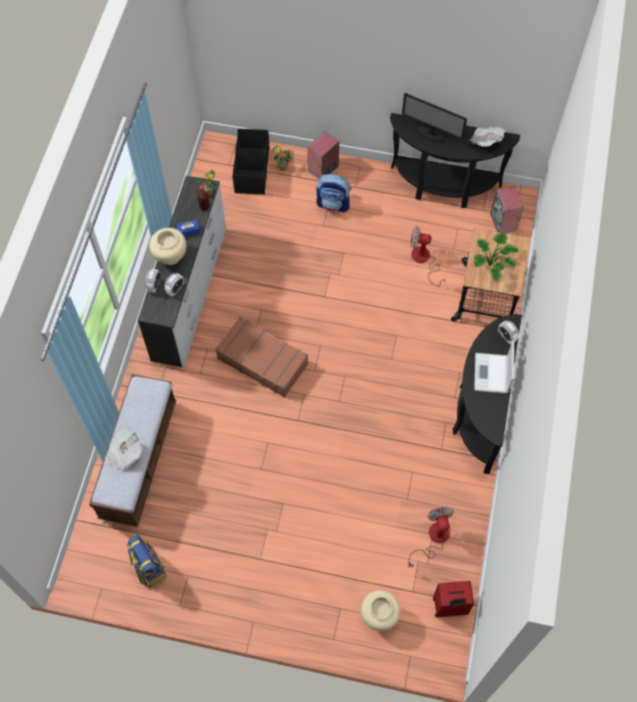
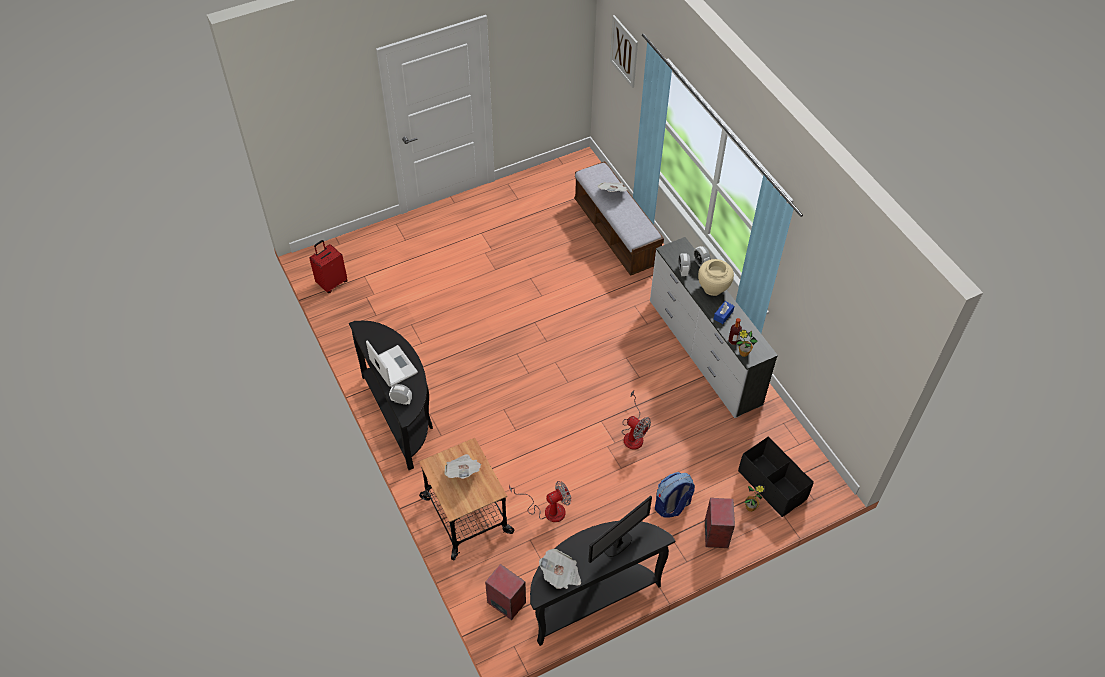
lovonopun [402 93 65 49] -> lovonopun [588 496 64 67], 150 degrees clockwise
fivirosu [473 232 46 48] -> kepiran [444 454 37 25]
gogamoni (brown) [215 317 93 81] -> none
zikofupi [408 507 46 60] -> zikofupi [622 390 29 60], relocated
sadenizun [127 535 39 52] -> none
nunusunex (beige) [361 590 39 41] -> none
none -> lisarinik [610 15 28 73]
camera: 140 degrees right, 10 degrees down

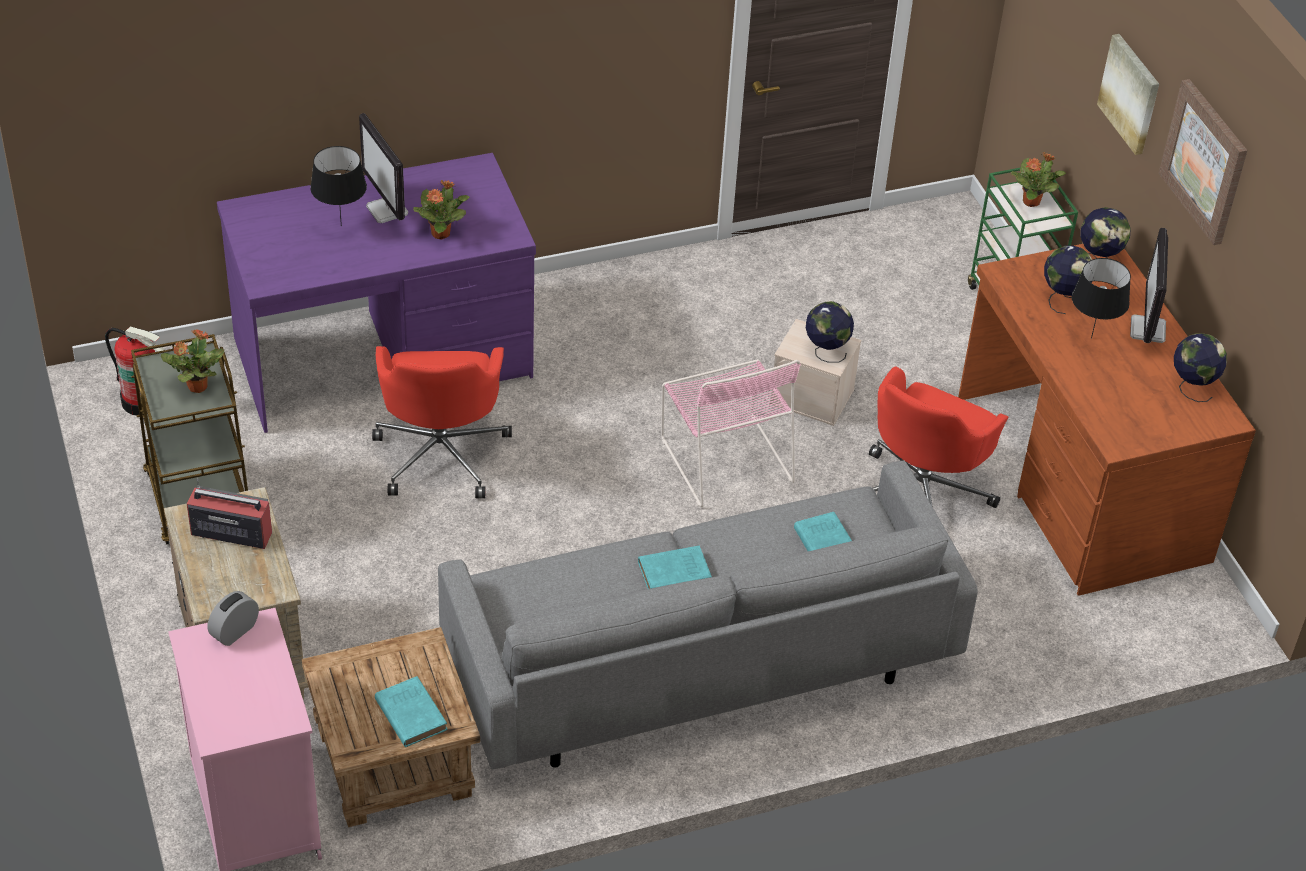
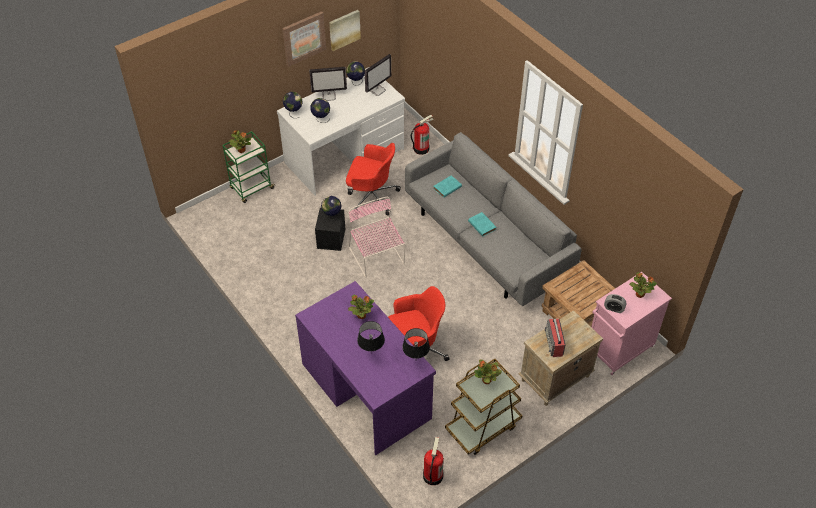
lisarinik [1097 34 62 121] -> lisarinik [329 10 32 41], relocated
lovonopun [359 113 49 110] -> lovonopun [365 54 26 42], relocated
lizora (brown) [958 244 298 352] -> lizora (white) [277 67 128 129]
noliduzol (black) [1072 258 59 81] -> noliduzol (black) [402 328 28 31], relocated
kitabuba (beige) [770 319 91 107] -> kitabuba (black) [315 208 31 43]
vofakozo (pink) [661 359 140 148] -> vofakozo (pink) [349 197 56 81], 75 degrees counterclockwise
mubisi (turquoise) [375 676 73 71] -> none
none -> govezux [411 115 22 40]
none -> fivirosu [629 272 28 26]
camera: 105 degrees left, 5 degrees up

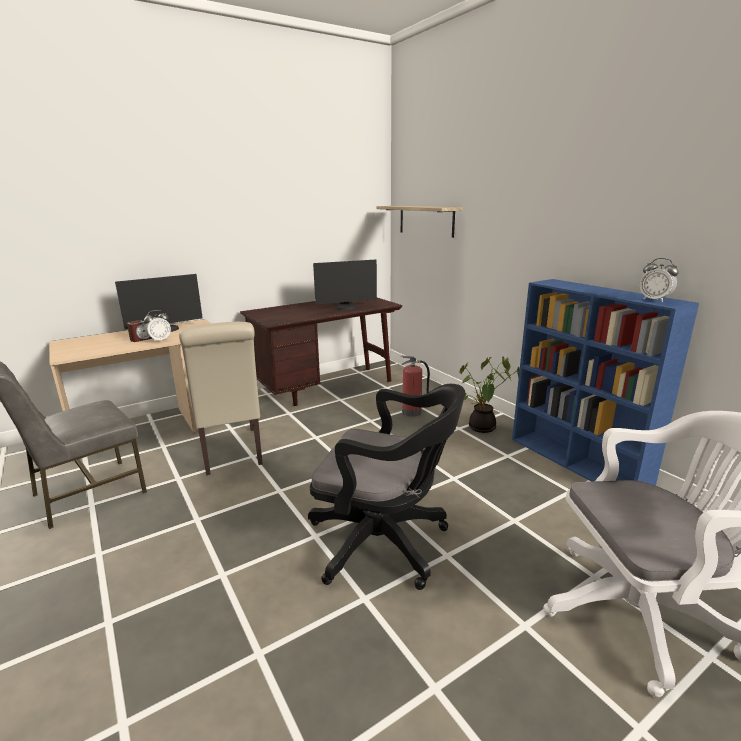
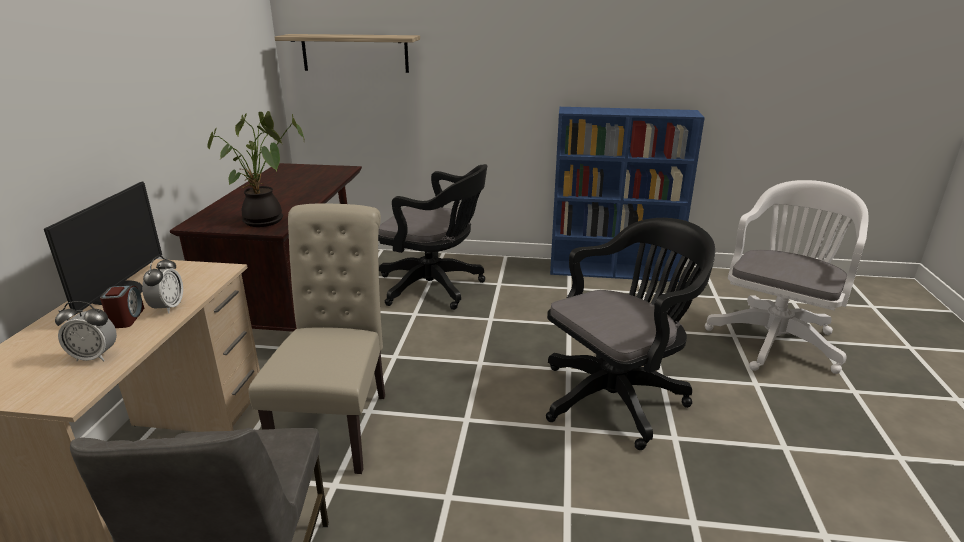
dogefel [640 258 39 44] -> dogefel [55 301 62 61], relocated
lovonopun [313 260 64 50] -> none
vofakozo (beige) [179 322 84 153] -> vofakozo (beige) [248 203 137 271], 105 degrees counterclockwise
govezux [401 356 29 61] -> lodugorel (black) [378 164 109 146]
fivirosu [459 356 61 77] -> fivirosu [207 111 97 116], relocated
camera: 50 degrees left, 5 degrees up

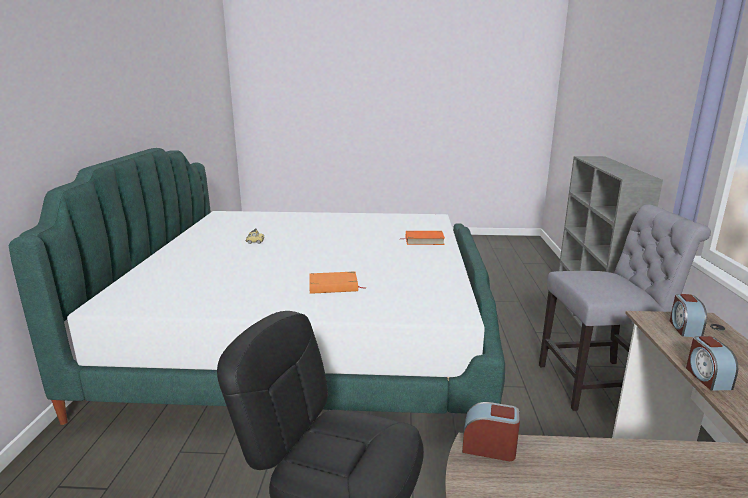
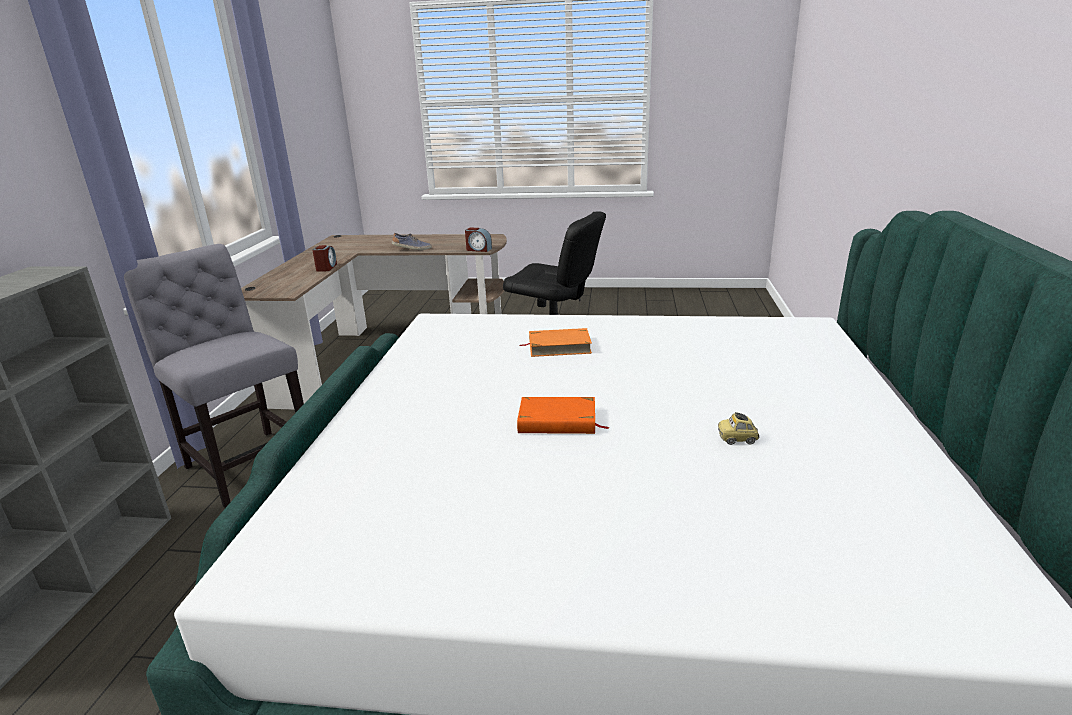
vofakozo (grey) [539 204 172 207] -> vofakozo (grey) [124 244 180 264], 45 degrees clockwise
mubisi (orange) [404 231 41 14] -> mubisi (orange) [517 397 92 37], relocated
dogefel [670 294 37 43] -> none
none -> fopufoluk [392 233 40 17]
camera: 175 degrees left, 5 degrees up

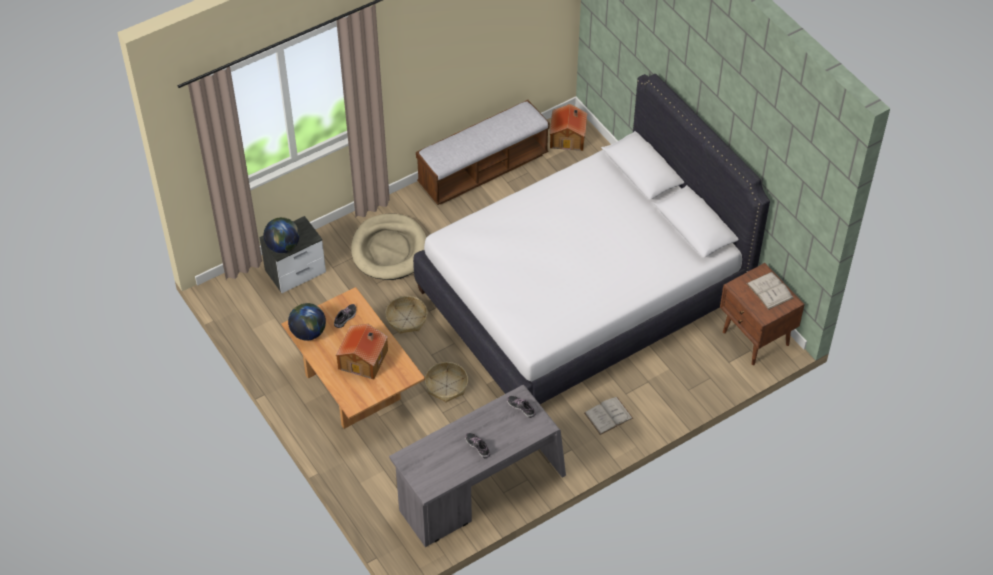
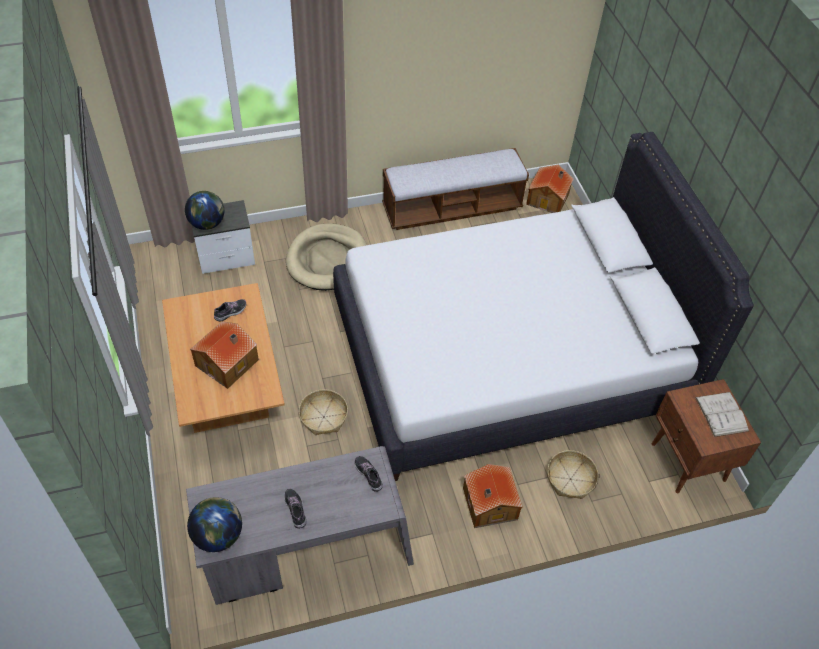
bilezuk [385 296 42 38] -> bilezuk [547 450 52 49], relocated
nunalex [288 303 38 37] -> nunalex [187 497 55 55], relocated
mubisi (white) [584 397 49 38] -> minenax [463 464 60 64]
camera: 15 degrees right, 0 degrees up

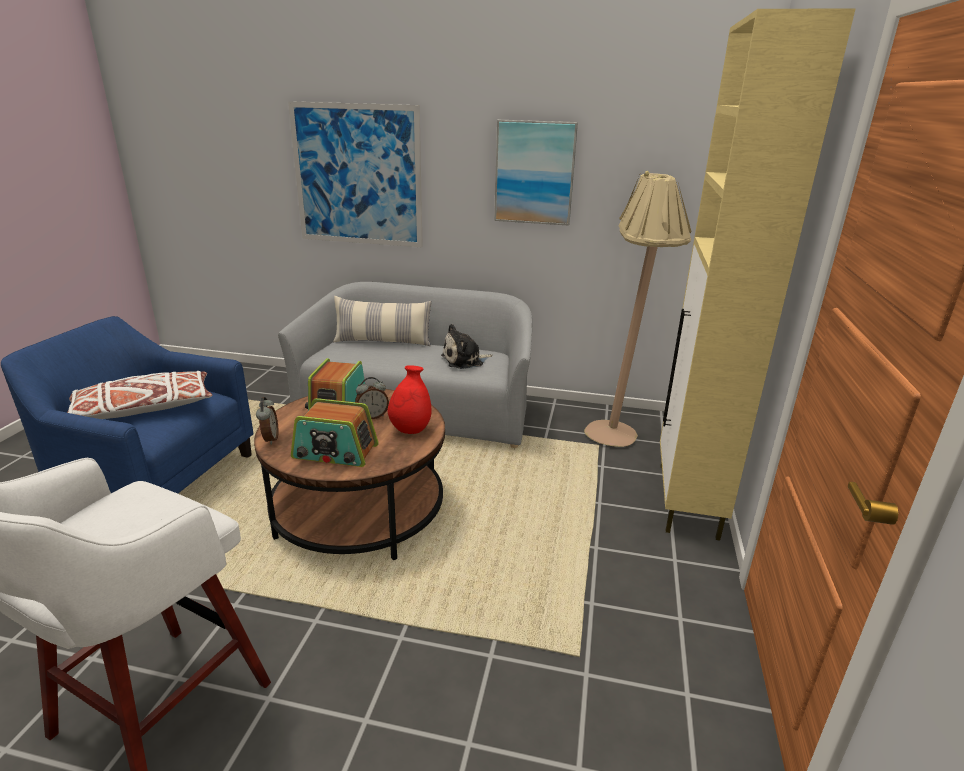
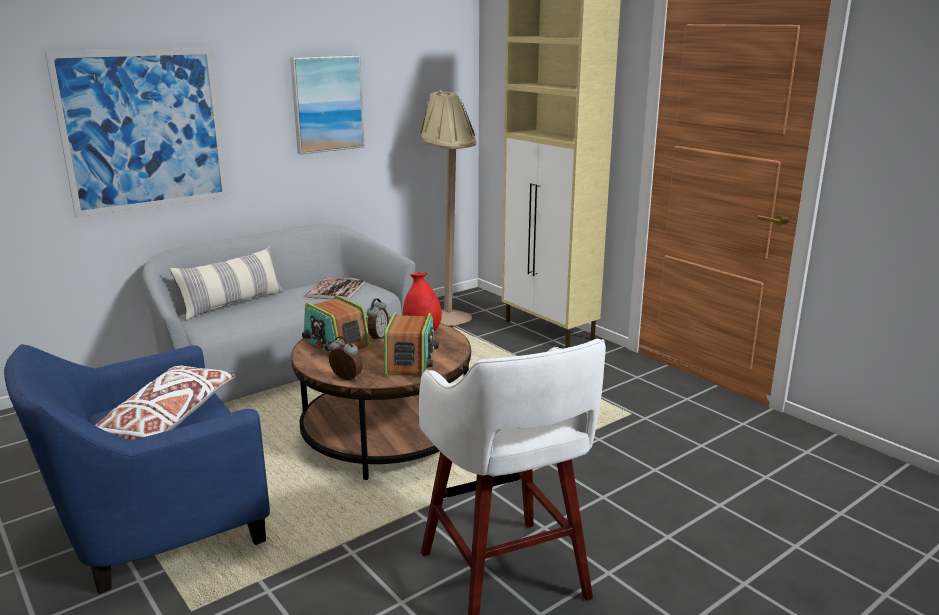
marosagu [441 324 52 45] -> mubisi [305 278 60 22]
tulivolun [291 398 87 69] -> tulivolun [384 312 55 64], 45 degrees counterclockwise
camera: 50 degrees left, 5 degrees down

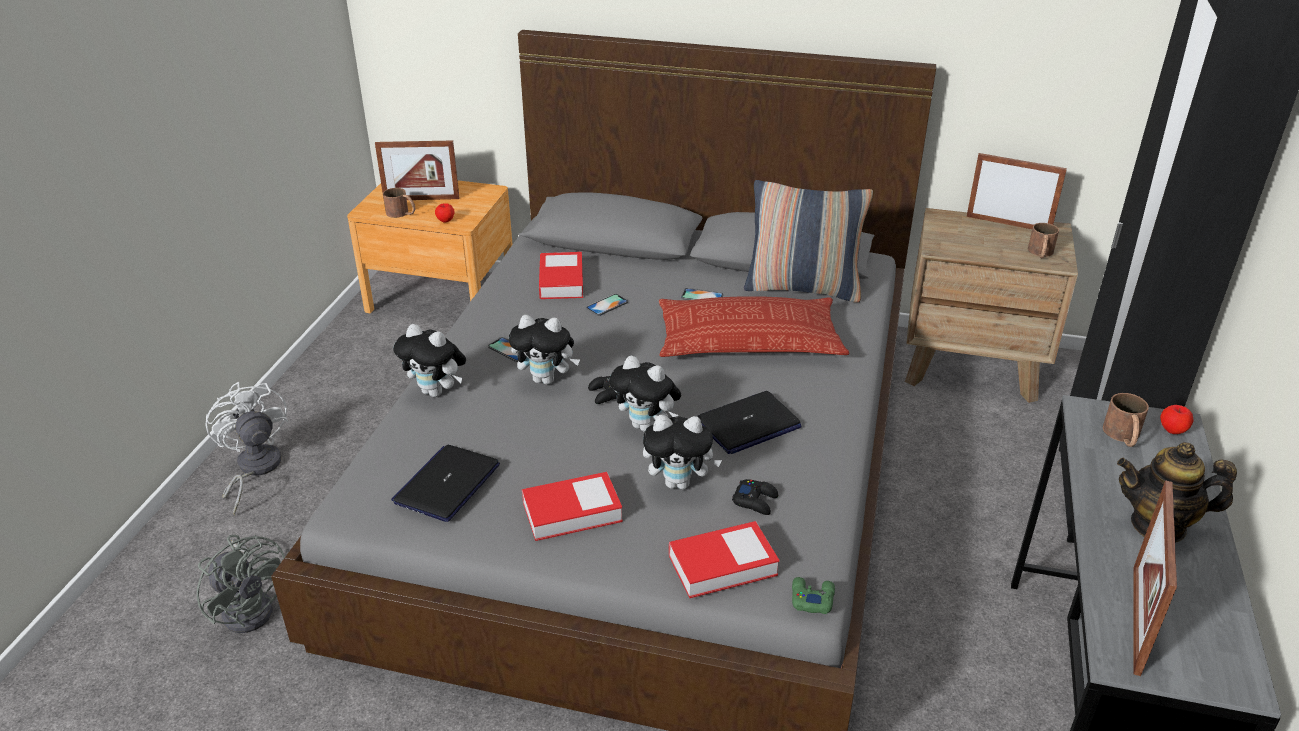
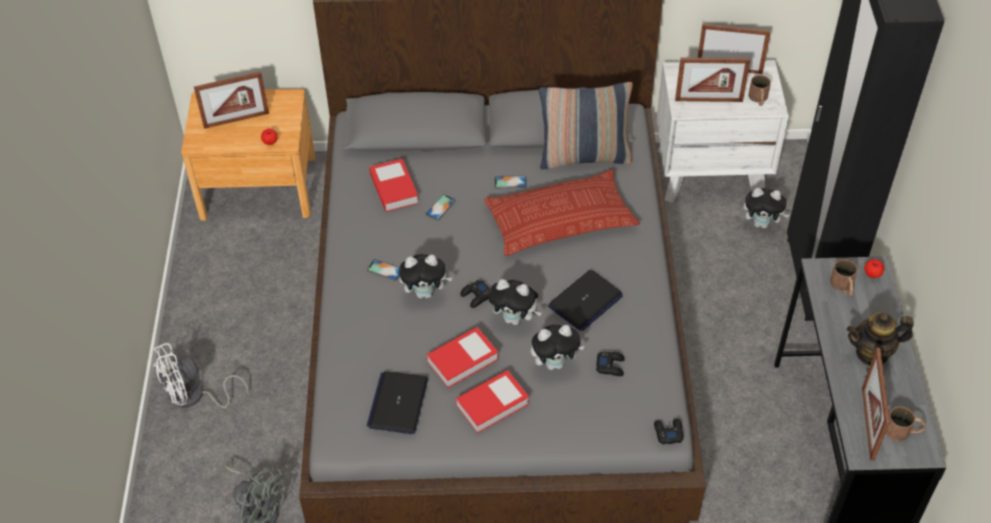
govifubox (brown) [383 188 32 30] -> govifubox (brown) [886 407 40 34], relocated
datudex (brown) [905 208 173 195] -> datudex (white) [656 60 133 143]
marosagu [394 324 72 73] -> marosagu [743 188 46 41], relocated
zikofupi (white) [205 382 83 133] -> zikofupi (white) [153 343 96 65], 75 degrees counterclockwise
mubisi [669 521 111 77] -> mubisi [426 327 72 61], relocated
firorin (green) [792 577 43 37] -> firorin (black) [654 419 29 26]
none -> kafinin [675 58 75 44]
camera: 15 degrees left, 15 degrees up

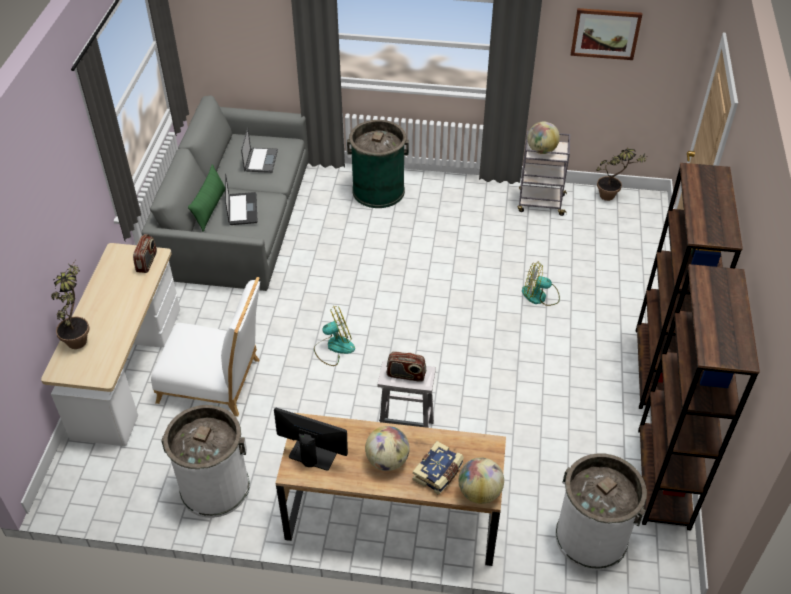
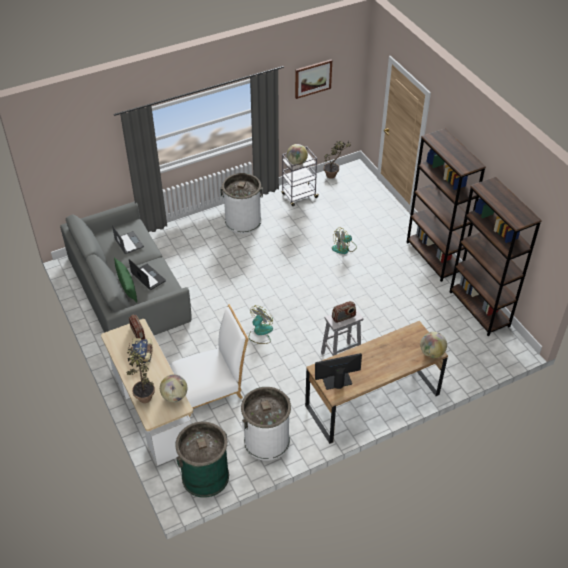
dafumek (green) [347 120 62 88] -> dafumek (green) [175 422 54 76], relocated
nunalex [365 426 45 45] -> nunalex [160 374 27 28], relocated
mubisi [412 441 52 53] -> mubisi [130 338 23 26], relocated
dafumek (white) [555 453 92 117] -> dafumek (white) [220 173 43 61], relocated
camera: 35 degrees left, 0 degrees up

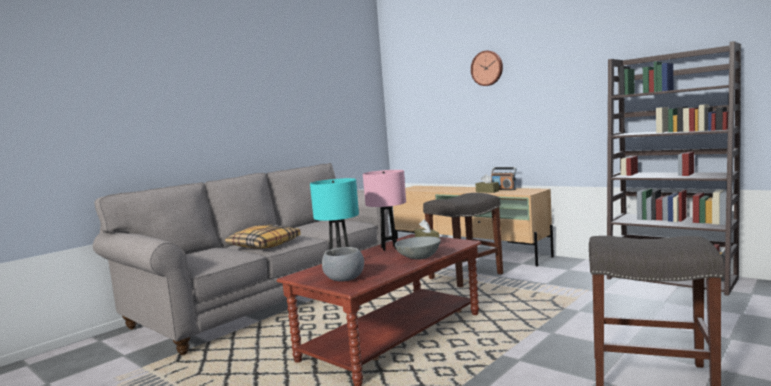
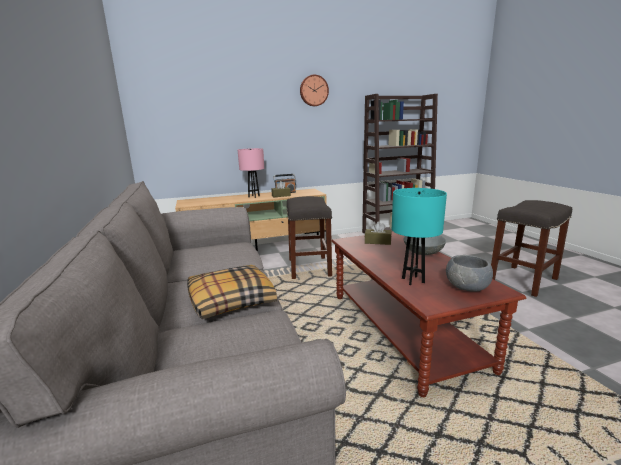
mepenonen [471 51 32 35] -> mepenonen [300 75 29 31], relocated
noliduzol (pink) [363 170 43 81] -> noliduzol (pink) [238 148 26 50], relocated
camera: 60 degrees left, 10 degrees up

